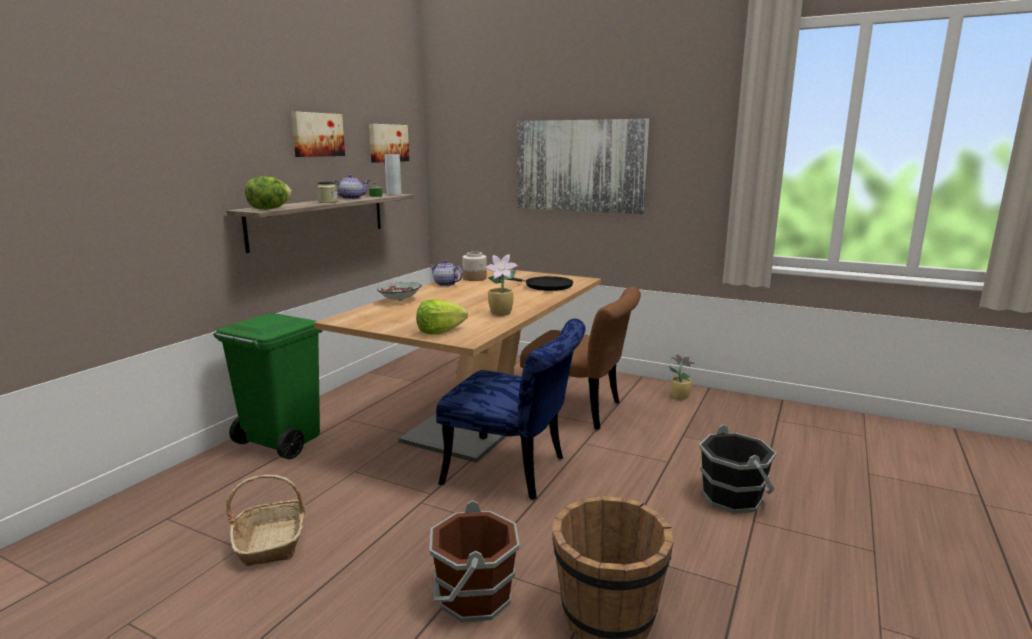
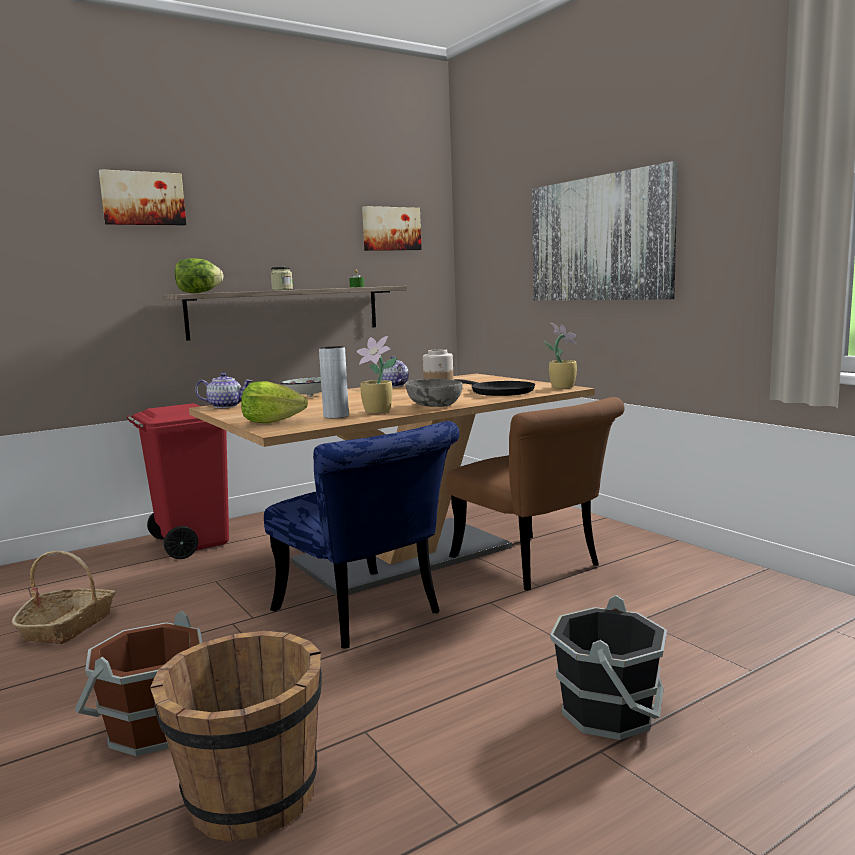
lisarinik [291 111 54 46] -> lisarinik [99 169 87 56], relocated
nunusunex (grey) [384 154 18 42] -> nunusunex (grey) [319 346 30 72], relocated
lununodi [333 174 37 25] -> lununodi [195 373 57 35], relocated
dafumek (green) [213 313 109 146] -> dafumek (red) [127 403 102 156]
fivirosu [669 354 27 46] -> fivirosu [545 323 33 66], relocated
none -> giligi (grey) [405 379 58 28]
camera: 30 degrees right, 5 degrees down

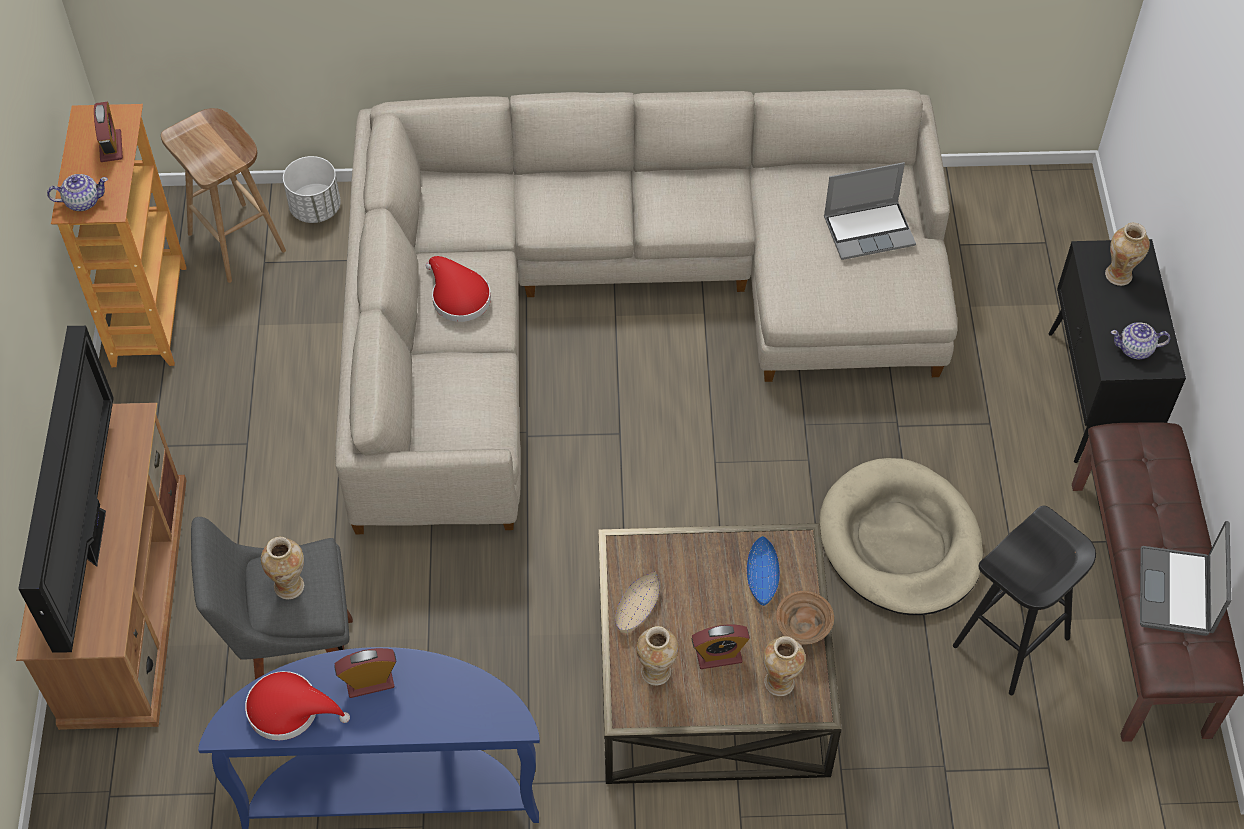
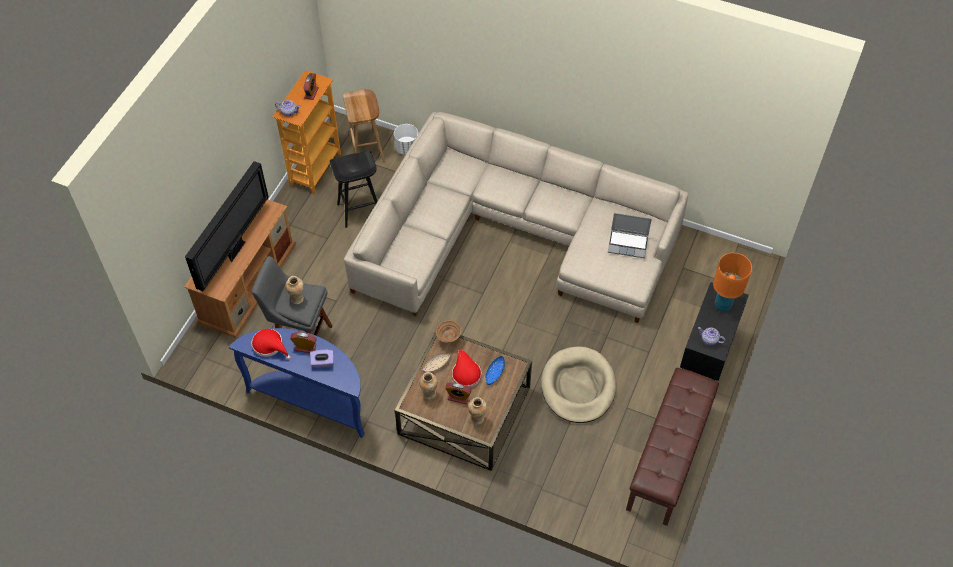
nunusunex [1105 223 45 63] -> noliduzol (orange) [713 253 39 58]
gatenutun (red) [426 256 65 66] -> gatenutun (red) [452 350 29 38], relocated
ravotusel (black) [953 506 143 189] -> ravotusel (black) [330 150 48 78], relocated
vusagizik [1140 521 91 115] -> none
giligi (brown) [776 591 58 54] -> giligi (brown) [436 320 26 23], relocated
none -> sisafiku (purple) [310 350 24 18]
camera: 25 degrees right, 0 degrees up

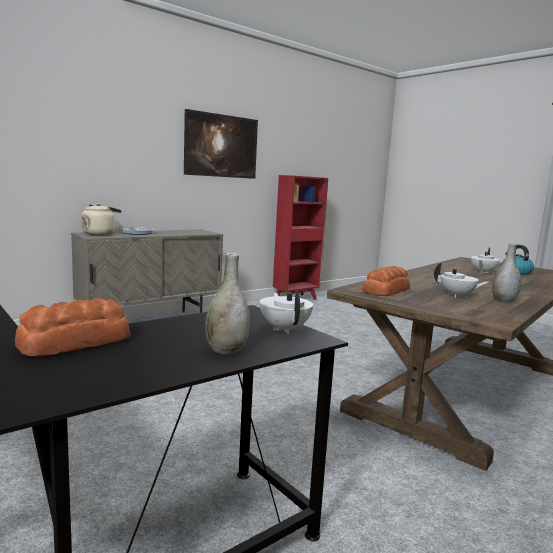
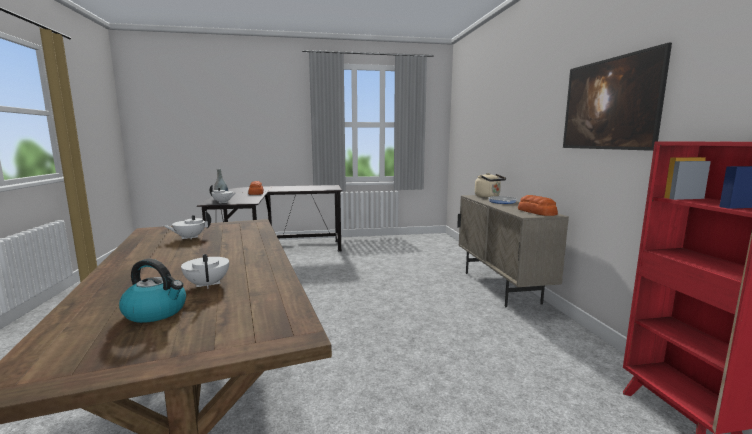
nunusunex (grey) [492 243 29 59] -> none
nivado [362 266 48 30] -> nivado [518 195 40 21], relocated
camera: 120 degrees right, 0 degrees up

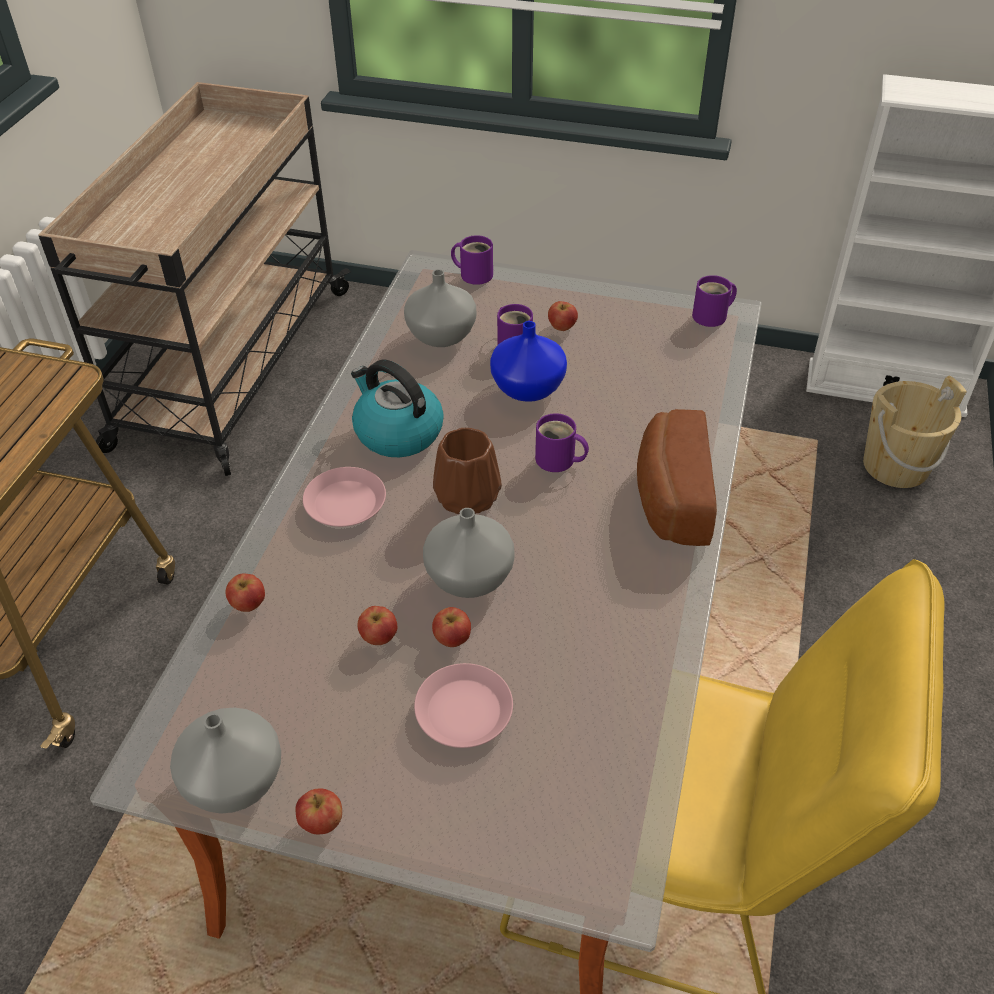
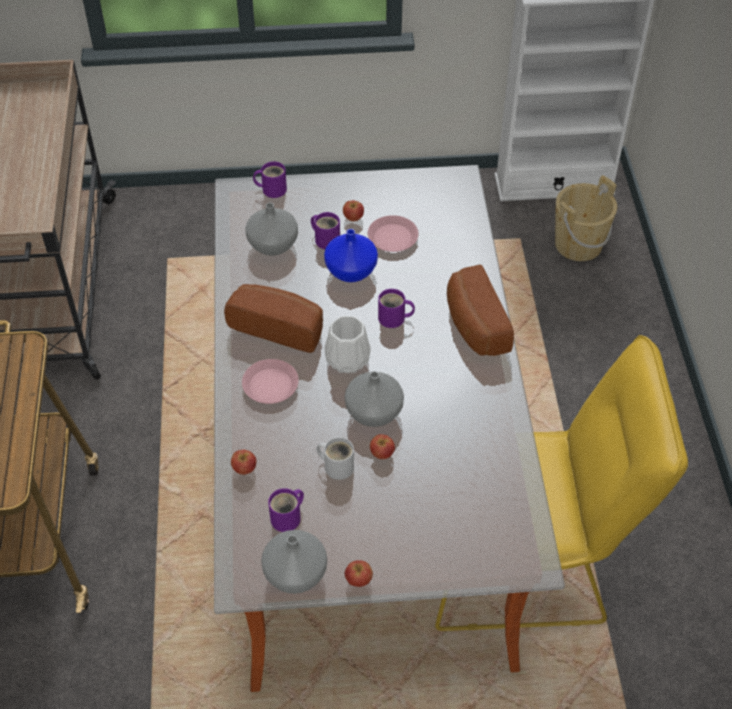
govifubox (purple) [692 275 45 52] -> govifubox (purple) [268 488 36 44], relocated
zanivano [351 359 93 98] -> nivado [224 284 99 69]
nunusunex (brown) [433 428 69 86] -> nunusunex (white) [324 316 47 57]
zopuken [358 606 39 39] -> govifubox (white) [316 437 38 43]
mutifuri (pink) [414 663 99 85] -> mutifuri (pink) [368 215 51 37], relocated
camera: 20 degrees left, 5 degrees up

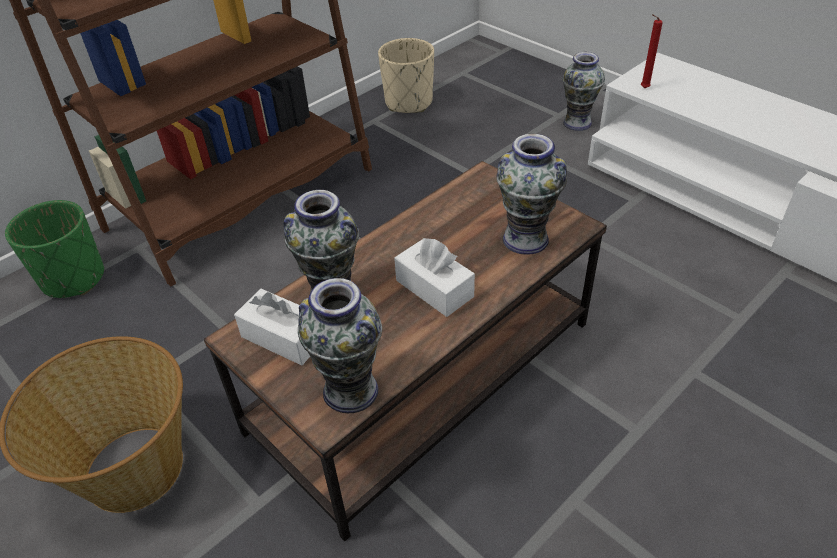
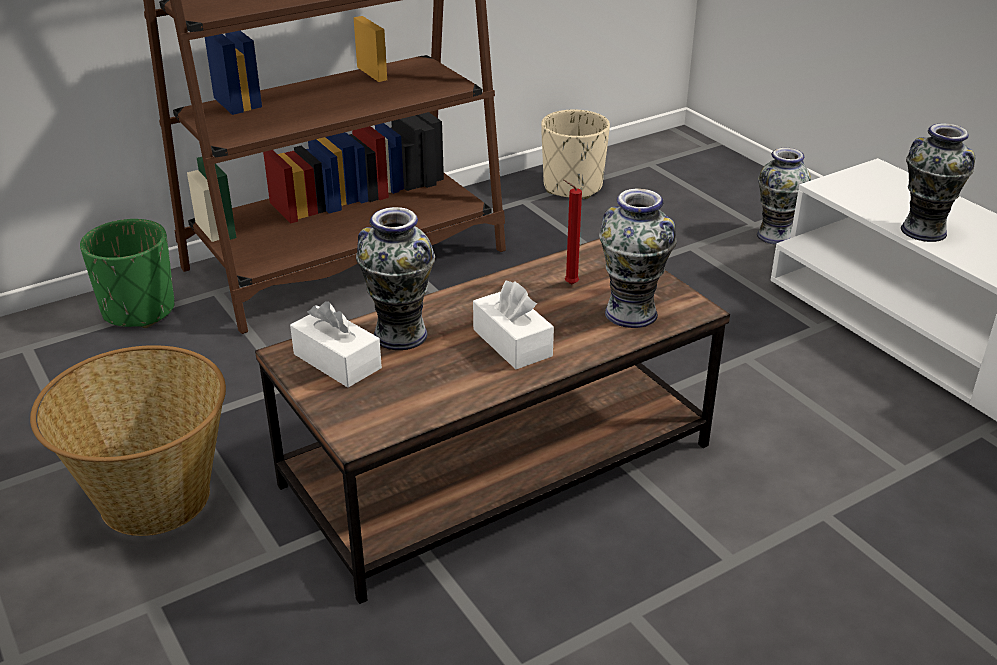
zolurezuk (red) [641 14 22 74] -> zolurezuk (red) [563 180 19 104], relocated
nunusunex [298 278 84 135] -> nunusunex [901 123 74 119], relocated
camera: 10 degrees right, 10 degrees down

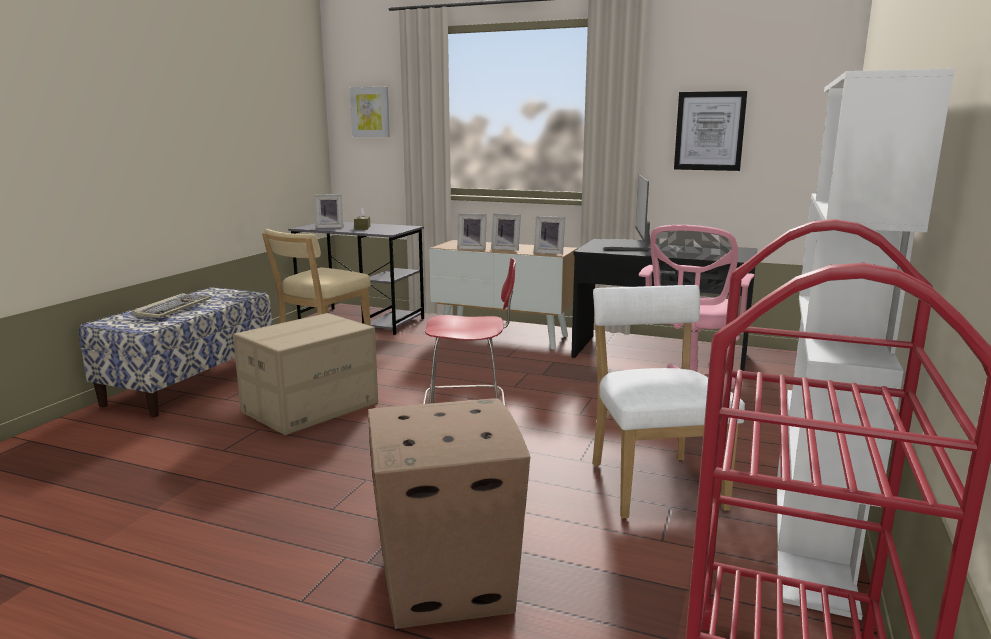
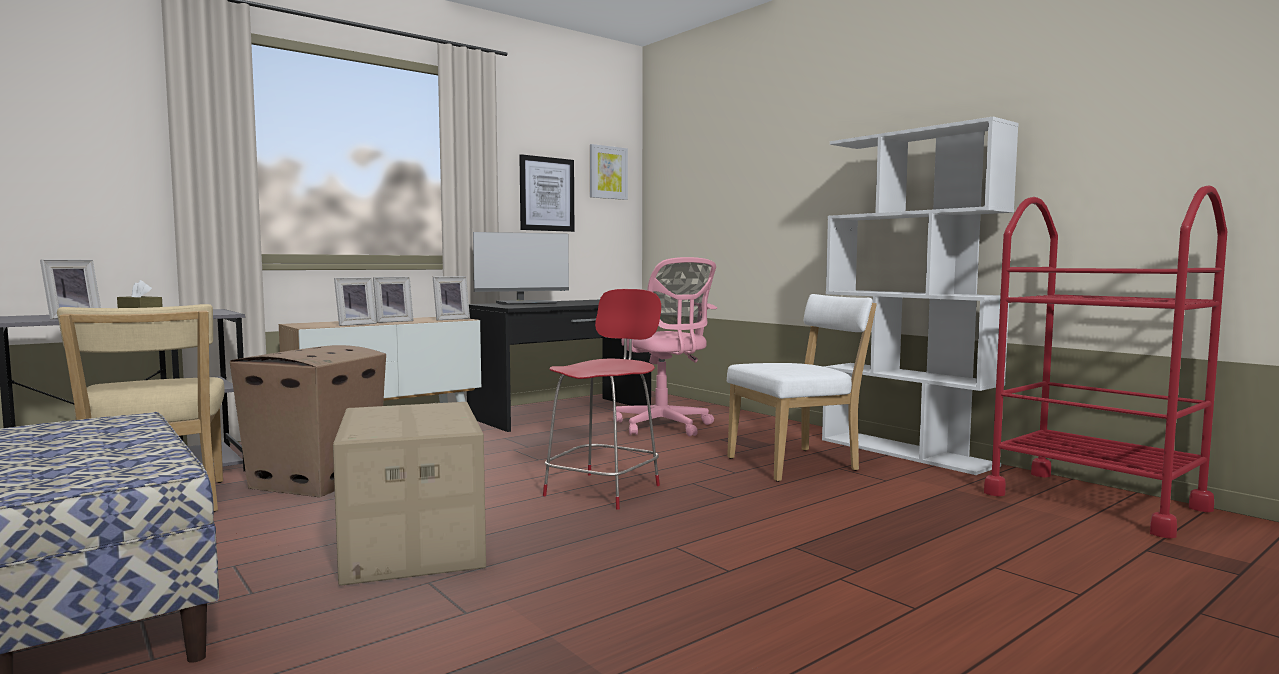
lisarinik [350 87 40 50] -> lisarinik [590 144 38 56], relocated
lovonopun [602 175 49 76] -> lovonopun [473 232 96 73], 60 degrees counterclockwise
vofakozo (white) [592 285 153 234] -> vofakozo (white) [727 294 150 188], 135 degrees clockwise
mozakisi [132 293 79 25] -> none
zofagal [368 398 162 231] -> zofagal [230 345 156 152], relocated
camera: 60 degrees left, 10 degrees down

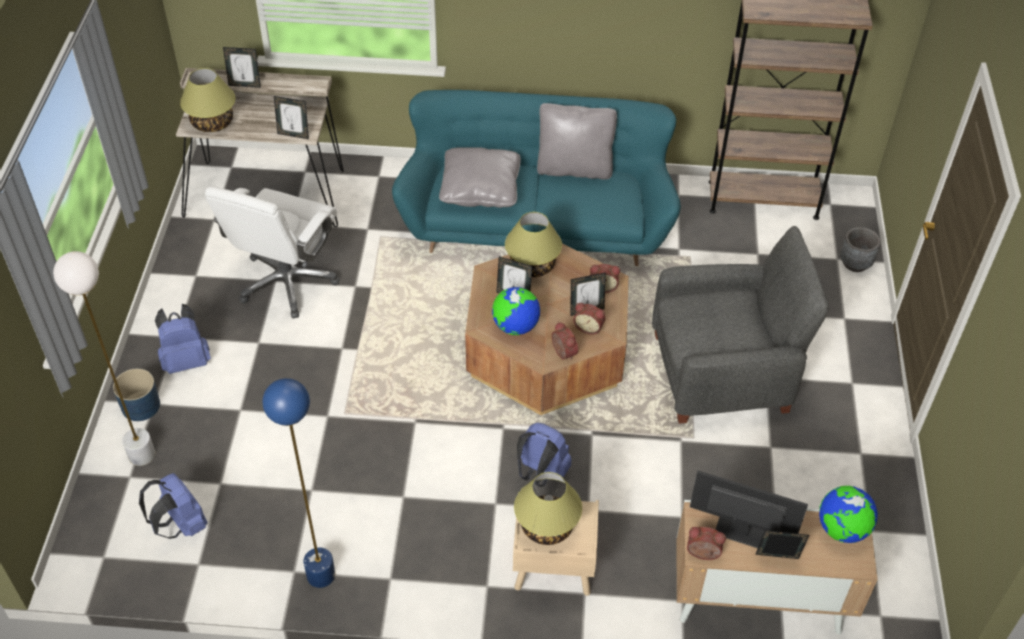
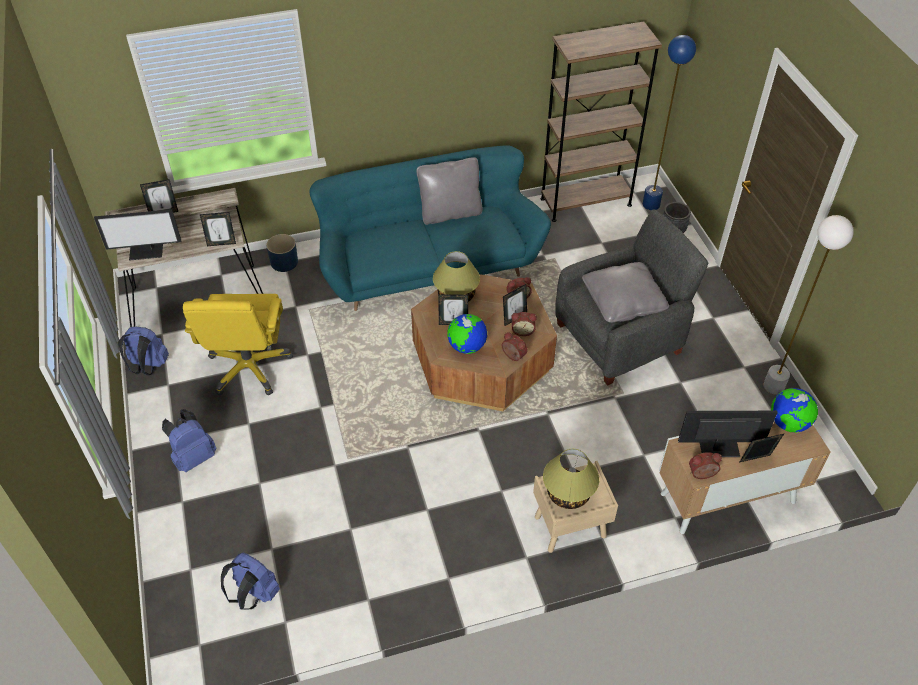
noliduzol [180 68 55 64] -> lovonopun [94 209 87 52]
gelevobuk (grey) [439 147 82 61] -> gelevobuk (grey) [582 262 87 61], relocated
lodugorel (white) [205 186 135 133] -> lodugorel (yellow) [183 294 110 102]
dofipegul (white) [53 251 102 215] -> dofipegul (white) [763 215 91 179], relocated
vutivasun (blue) [113 369 47 52] -> vutivasun (blue) [266 234 32 38], relocated
dofipegul (blue) [262 378 73 210] -> dofipegul (blue) [643 35 53 175], relocated
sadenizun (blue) [517 422 55 65] -> sadenizun (blue) [118 326 51 50], relocated
camera: 20 degrees left, 0 degrees up

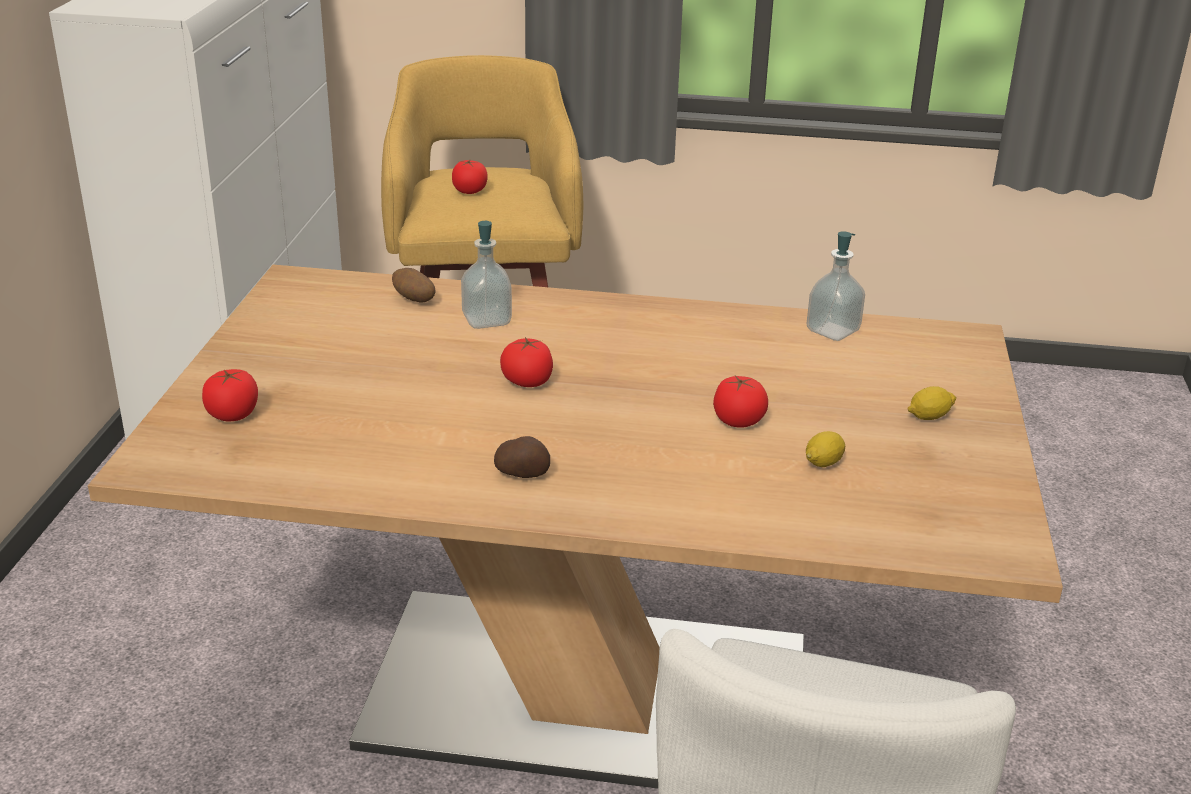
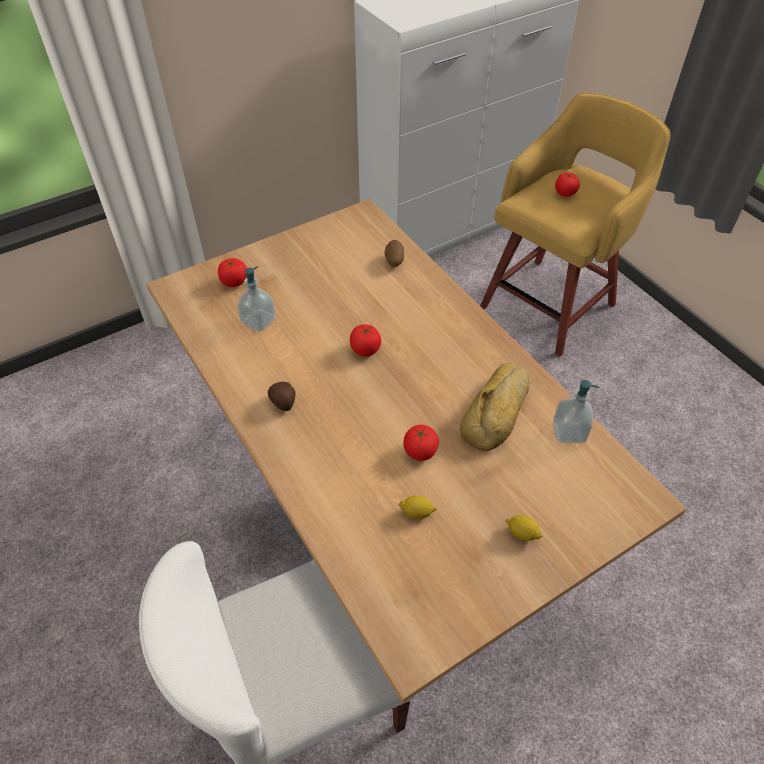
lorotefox [461 221 51 108] -> lorotefox [237 267 39 65], relocated
none -> nivado [460 363 71 88]
camera: 50 degrees right, 20 degrees up

